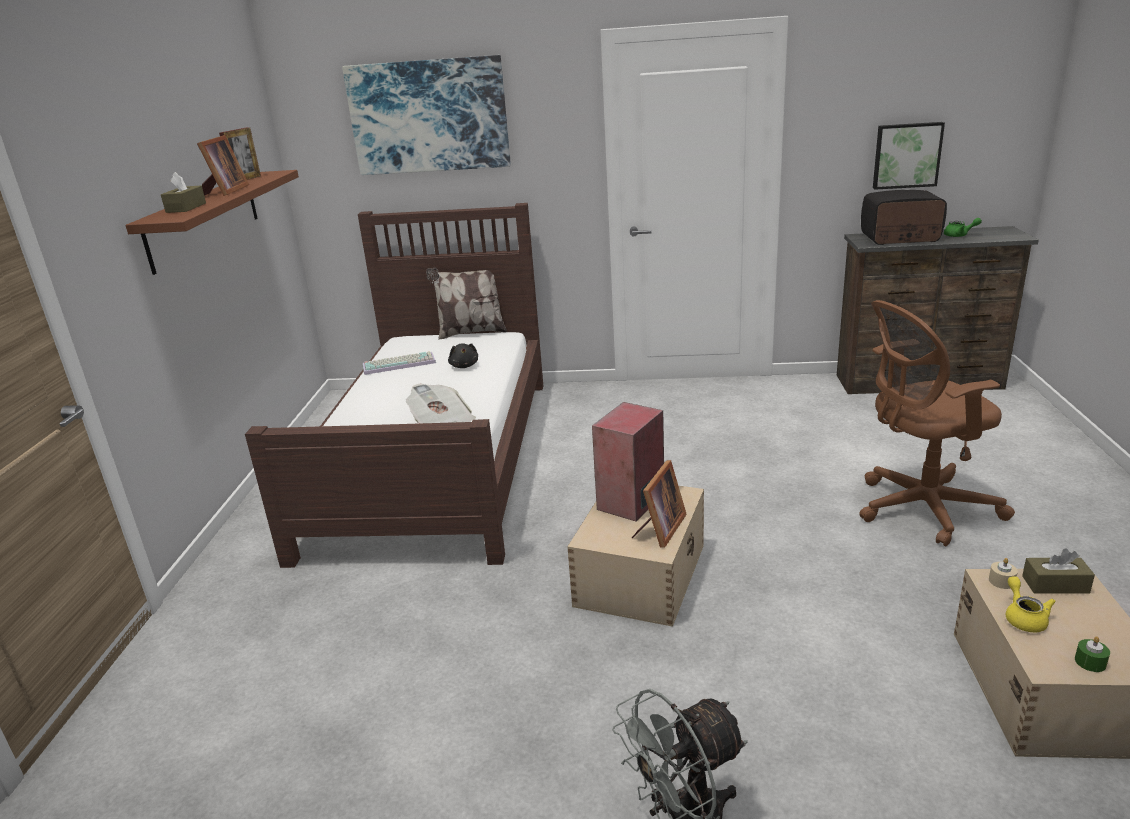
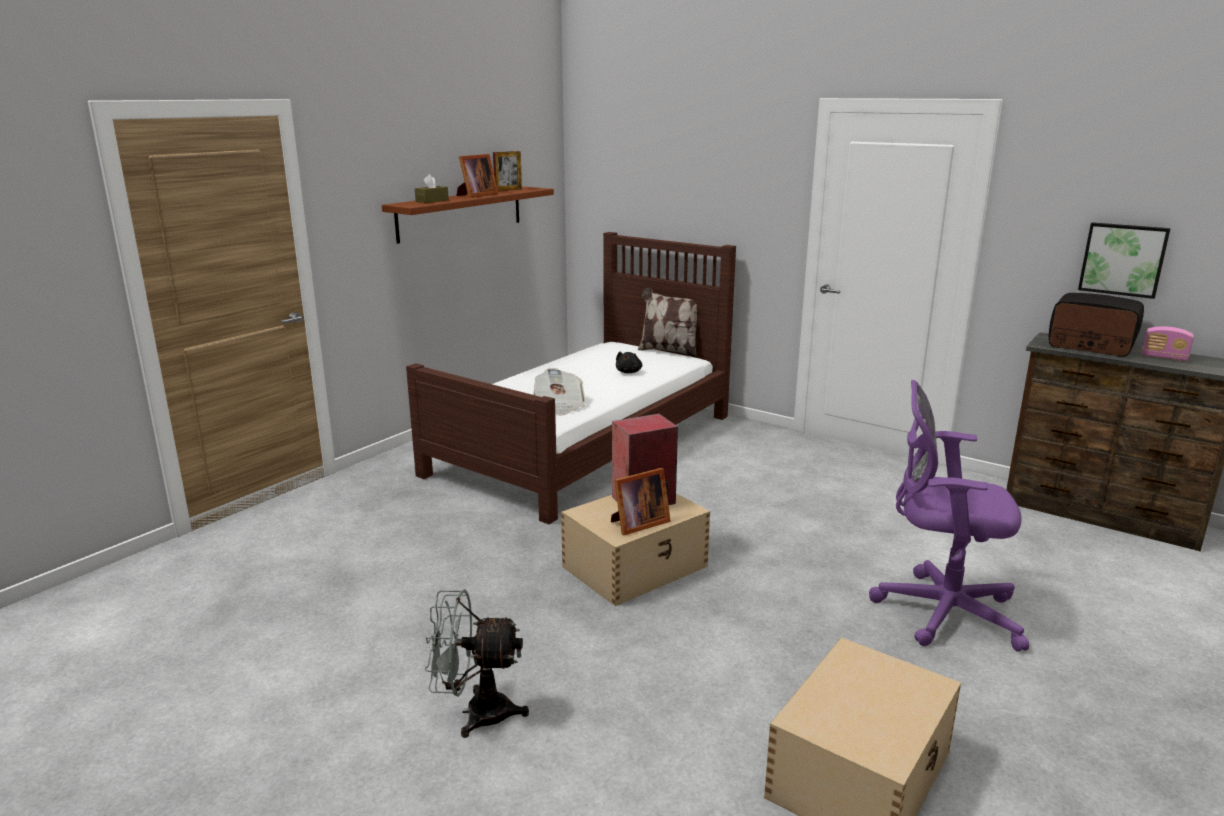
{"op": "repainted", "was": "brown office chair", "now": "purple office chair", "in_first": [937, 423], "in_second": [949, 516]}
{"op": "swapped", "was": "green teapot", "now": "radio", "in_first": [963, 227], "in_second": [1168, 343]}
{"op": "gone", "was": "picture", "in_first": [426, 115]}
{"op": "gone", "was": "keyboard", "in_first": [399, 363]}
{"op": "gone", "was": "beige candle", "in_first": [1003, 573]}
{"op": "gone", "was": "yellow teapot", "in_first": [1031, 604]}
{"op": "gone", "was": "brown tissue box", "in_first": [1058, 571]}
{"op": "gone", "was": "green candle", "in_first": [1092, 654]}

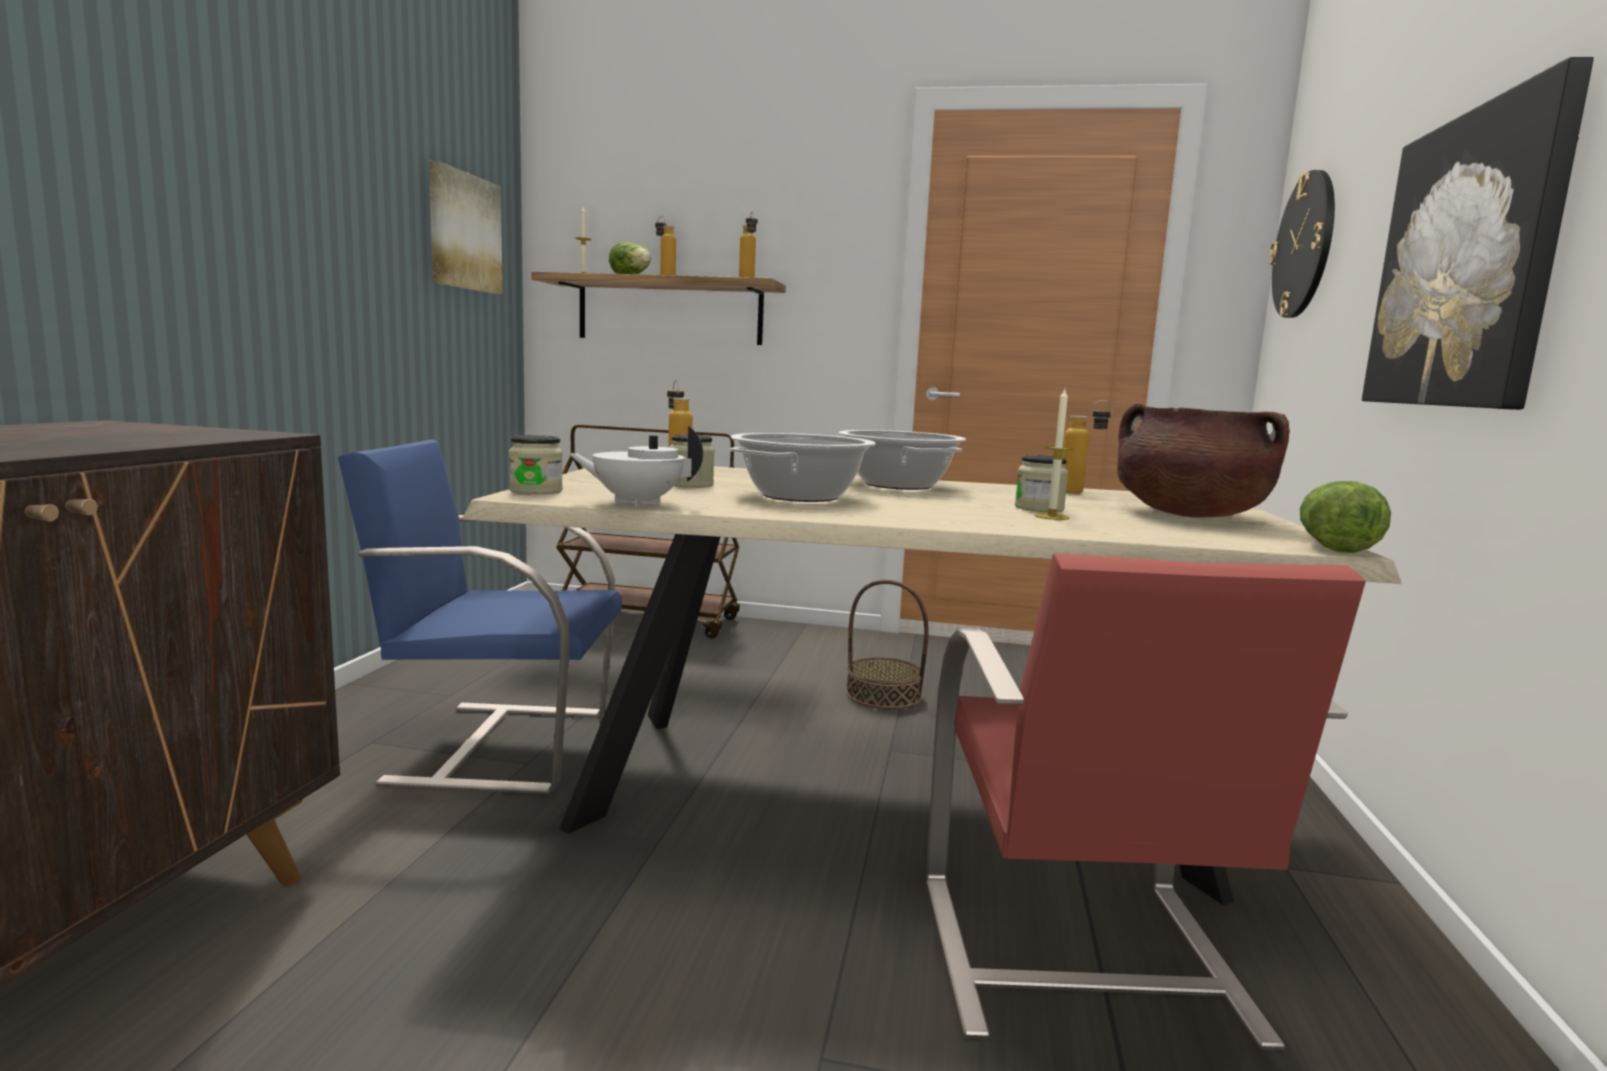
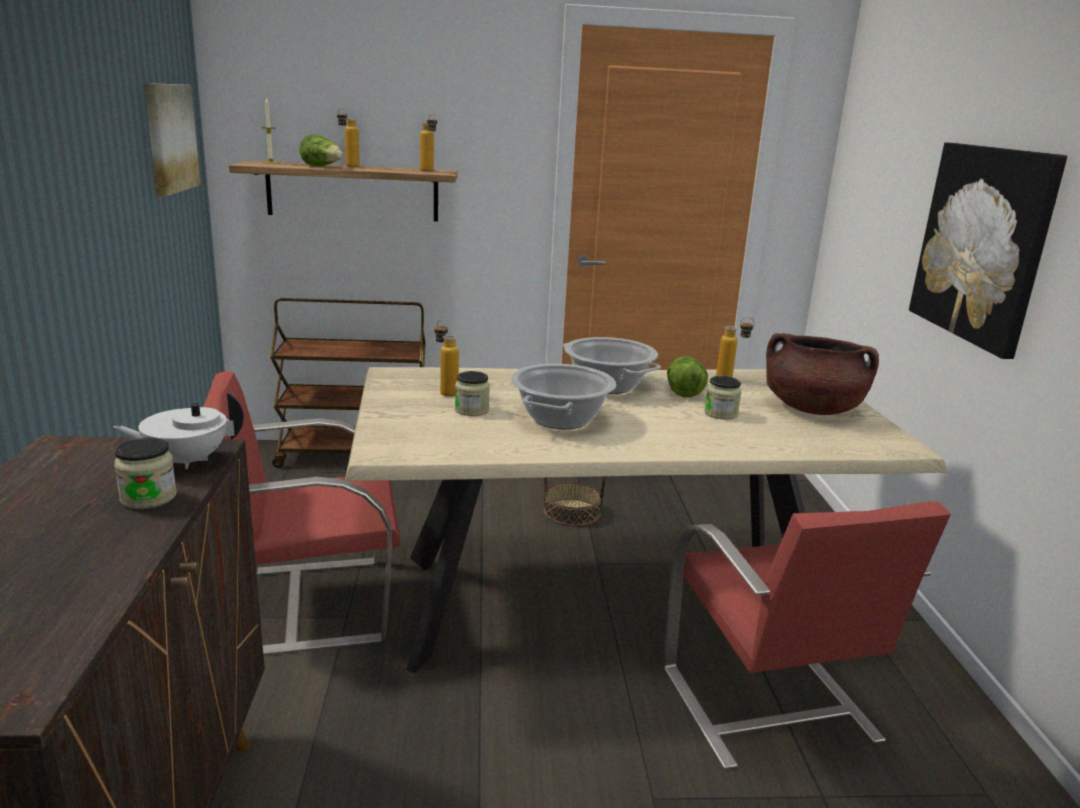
{"op": "shifted", "was": "white teapot", "in_first": [635, 466], "in_second": [178, 430]}
{"op": "shifted", "was": "jar", "in_first": [536, 465], "in_second": [145, 473]}
{"op": "repainted", "was": "blue chair", "now": "red chair", "in_first": [480, 617], "in_second": [301, 513]}
{"op": "shifted", "was": "lettuce", "in_first": [1345, 517], "in_second": [687, 376]}
{"op": "gone", "was": "candle", "in_first": [1054, 454]}
{"op": "gone", "was": "wall clock", "in_first": [1301, 244]}

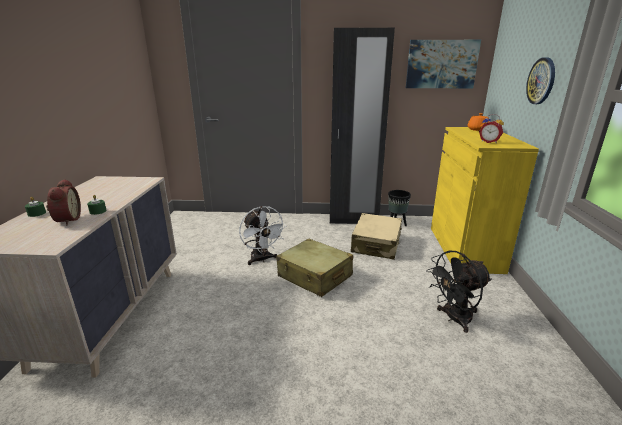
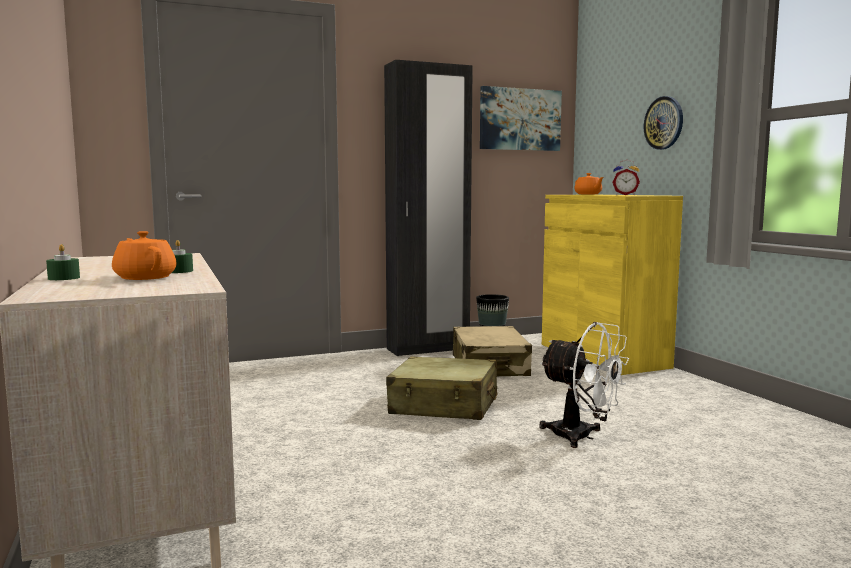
{"op": "swapped", "was": "alarm clock", "now": "orange teapot", "in_first": [63, 202], "in_second": [144, 255]}
{"op": "shifted", "was": "white fan", "in_first": [262, 235], "in_second": [584, 385]}
{"op": "gone", "was": "black fan", "in_first": [459, 292]}

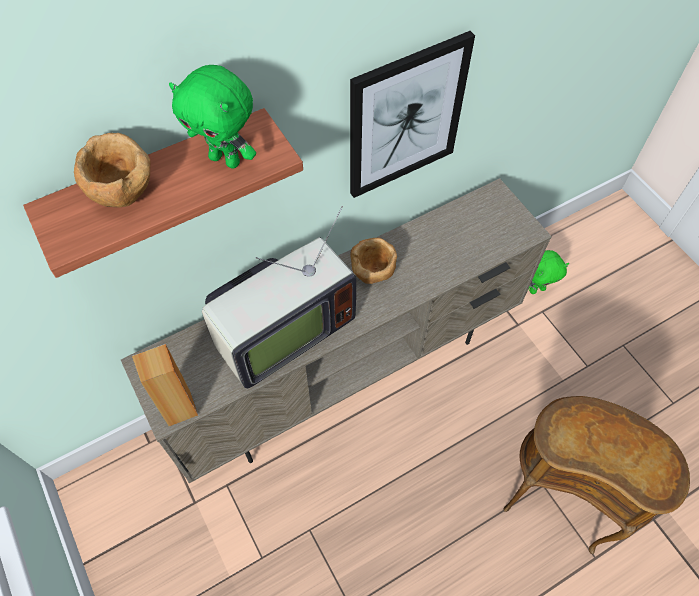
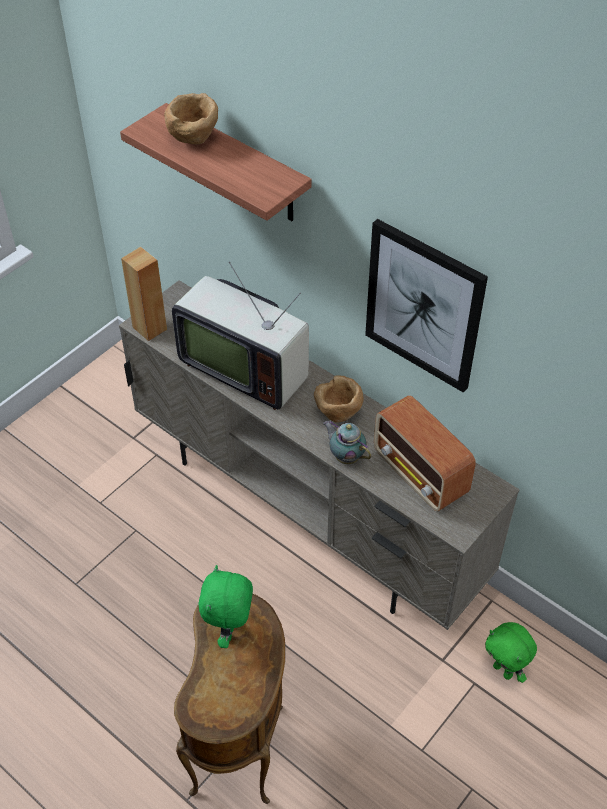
{"op": "shifted", "was": "green plush toy", "in_first": [212, 117], "in_second": [225, 606]}
{"op": "new", "now": "teapot", "in_second": [347, 442]}
{"op": "new", "now": "radio", "in_second": [424, 453]}

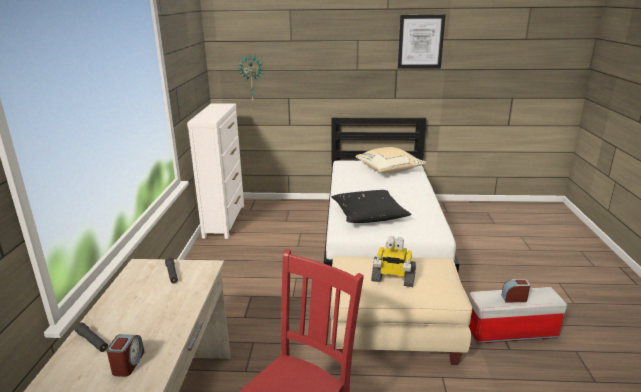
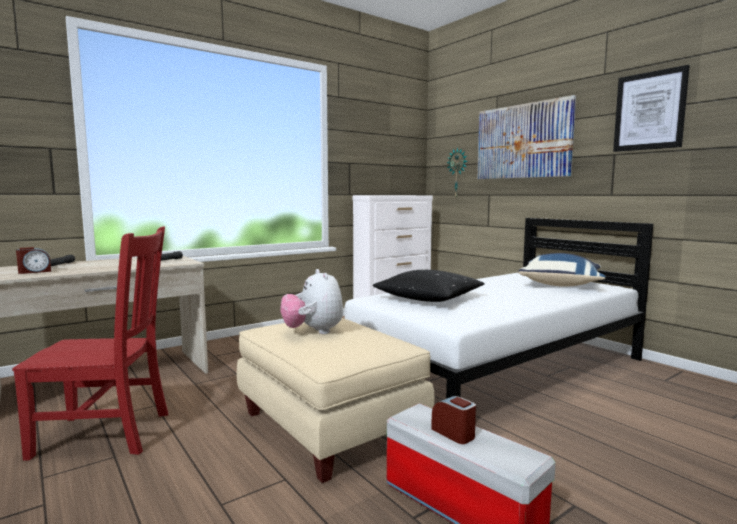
{"op": "swapped", "was": "toy robot", "now": "plush toy", "in_first": [393, 261], "in_second": [311, 301]}
{"op": "new", "now": "picture", "in_second": [526, 137]}
{"op": "repainted", "was": "beige pillow", "now": "blue pillow", "in_first": [390, 160], "in_second": [562, 270]}

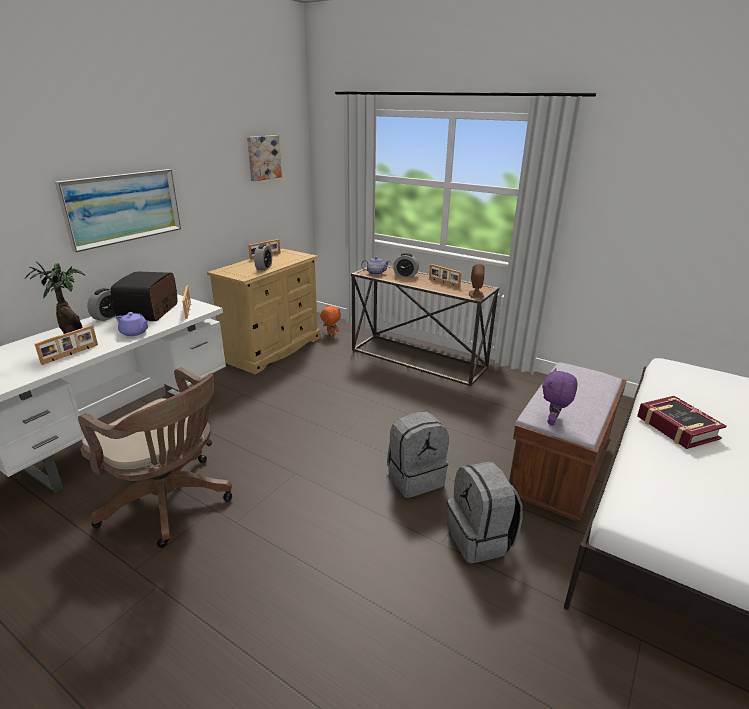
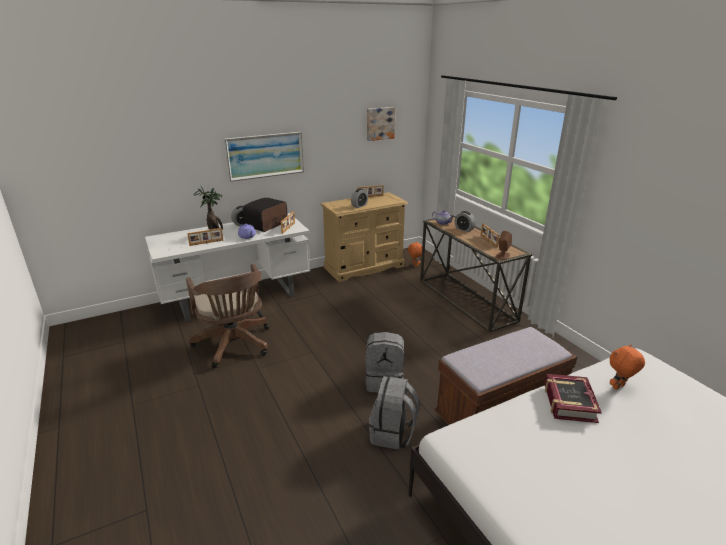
{"op": "new", "now": "orange plush toy", "in_second": [627, 367]}
{"op": "gone", "was": "purple plush toy", "in_first": [559, 396]}

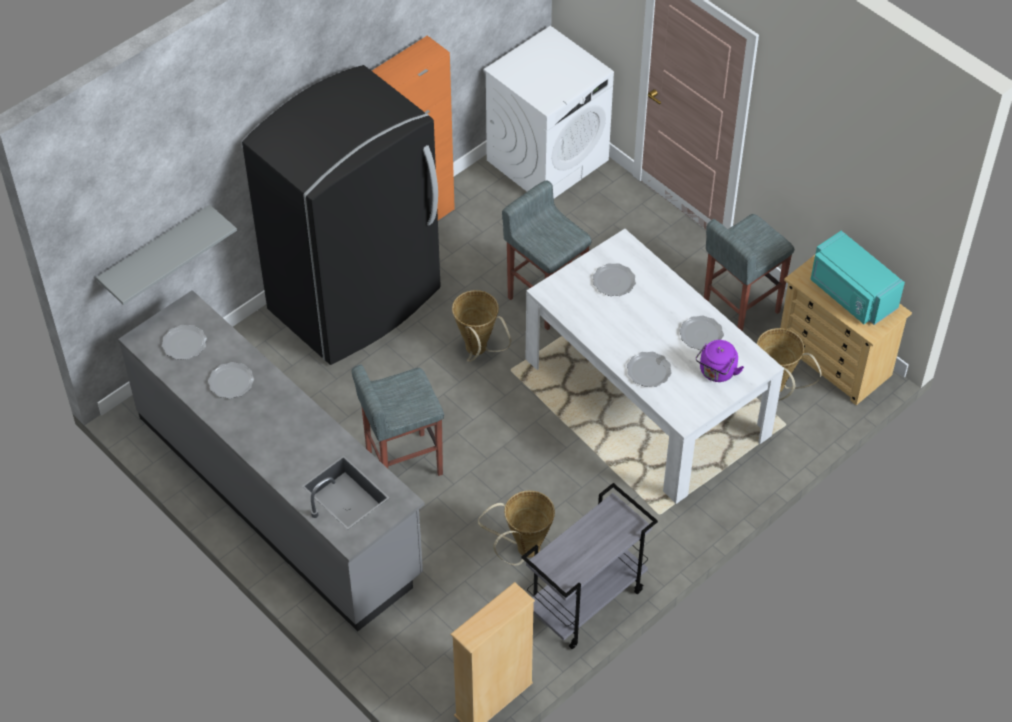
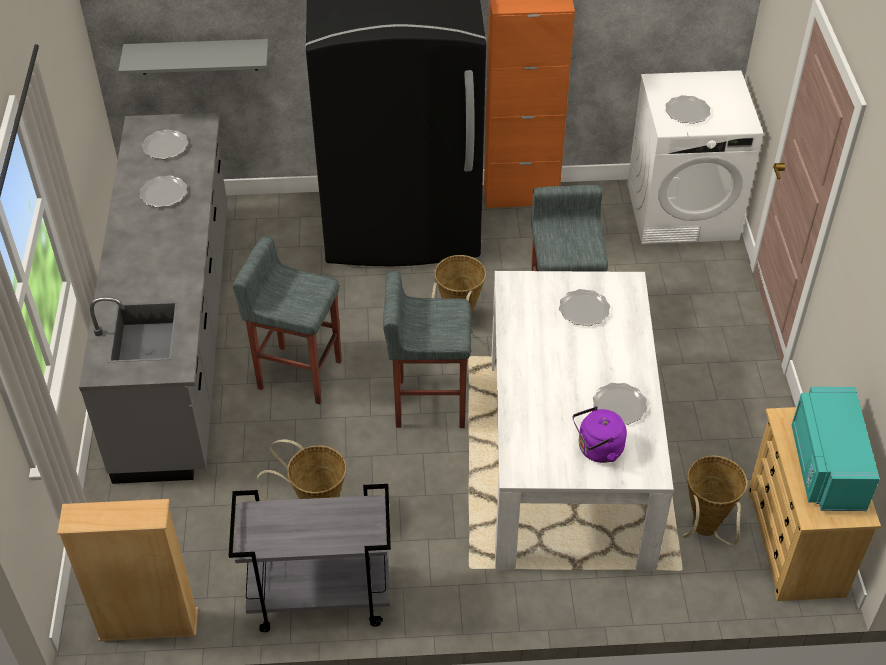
{"op": "shifted", "was": "grey stool", "in_first": [749, 273], "in_second": [427, 349]}
{"op": "shifted", "was": "plate", "in_first": [649, 369], "in_second": [687, 109]}

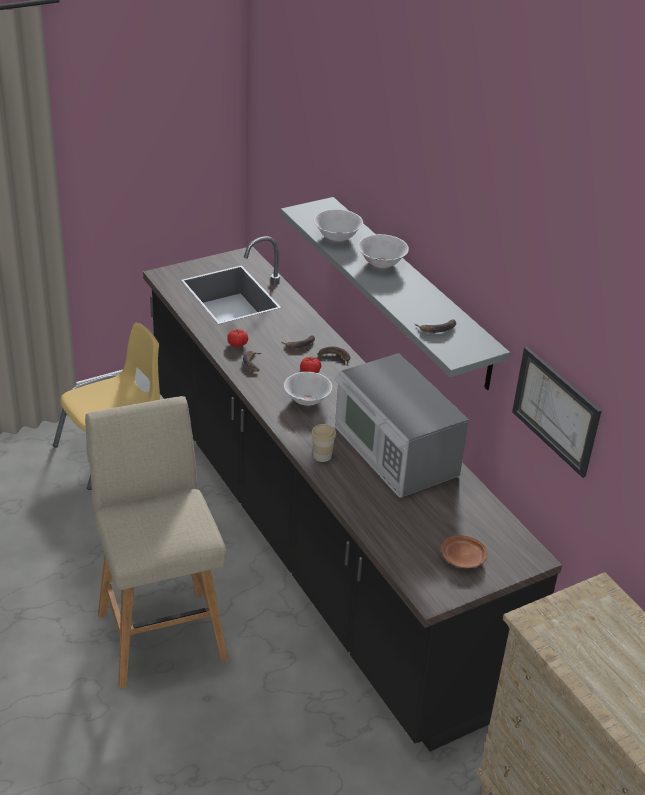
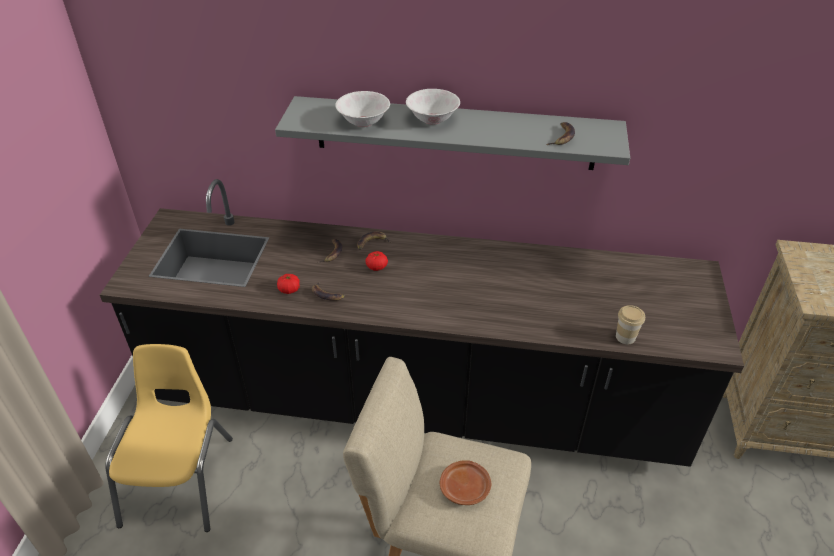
{"op": "shifted", "was": "brown plate", "in_first": [464, 551], "in_second": [465, 482]}
{"op": "shifted", "was": "cup", "in_first": [323, 443], "in_second": [630, 324]}
{"op": "gone", "was": "white bowl", "in_first": [308, 389]}
{"op": "gone", "was": "microwave", "in_first": [401, 425]}
{"op": "gone", "was": "picture", "in_first": [556, 412]}

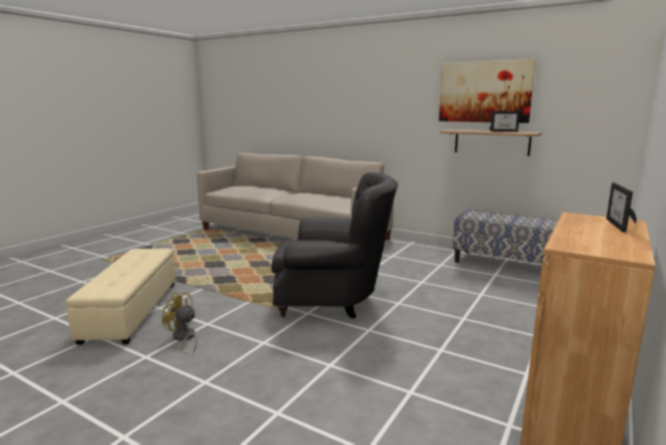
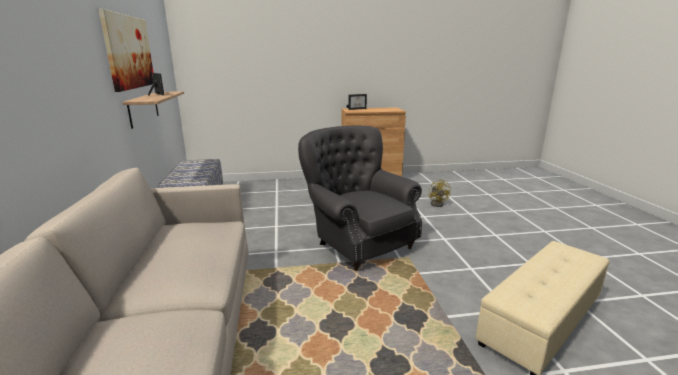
{"op": "shifted", "was": "yellow fan", "in_first": [179, 323], "in_second": [439, 193]}

